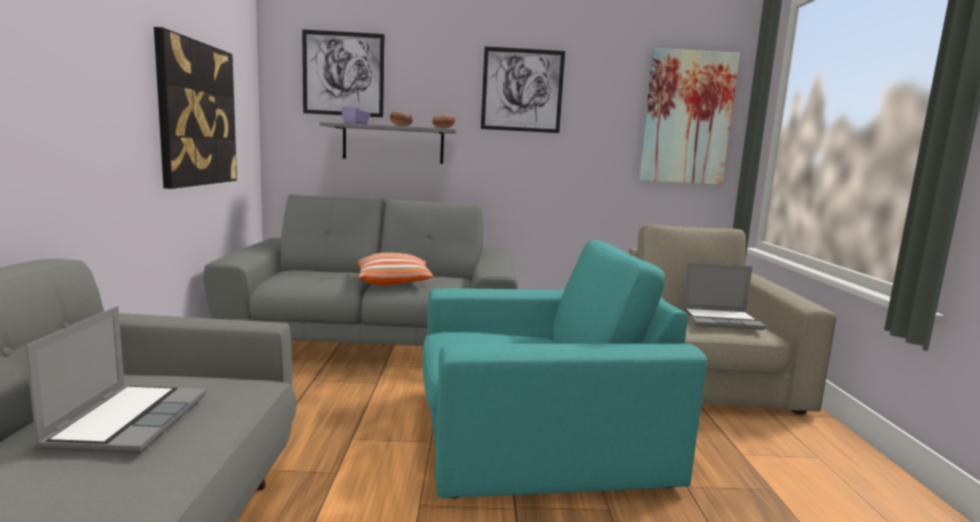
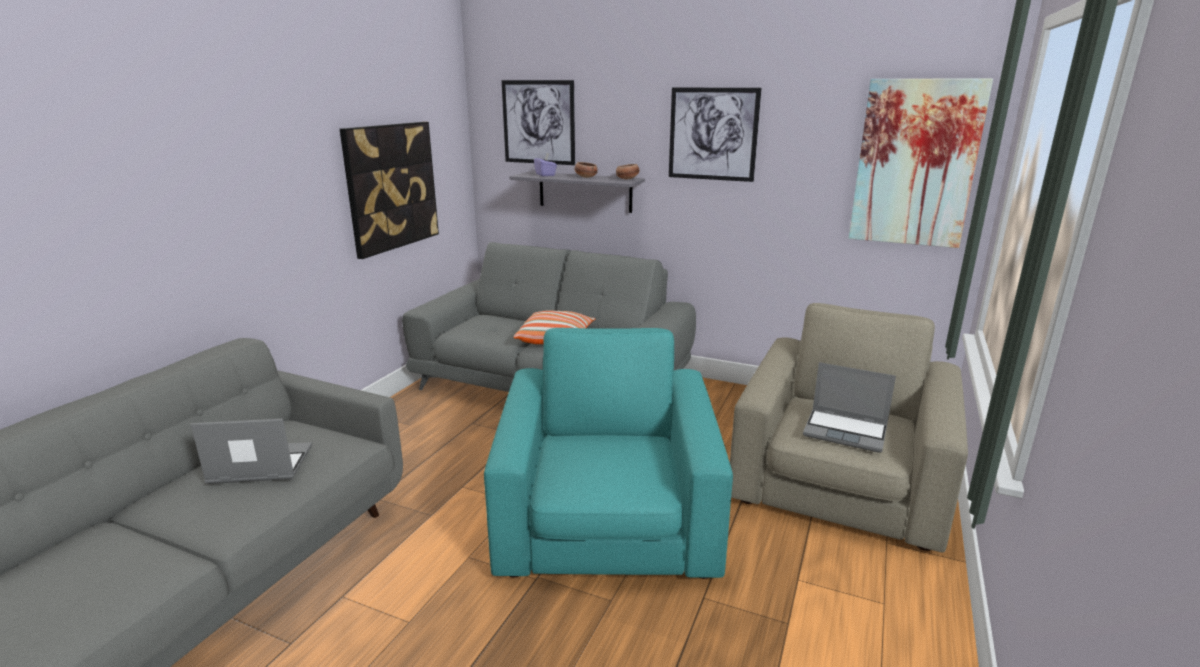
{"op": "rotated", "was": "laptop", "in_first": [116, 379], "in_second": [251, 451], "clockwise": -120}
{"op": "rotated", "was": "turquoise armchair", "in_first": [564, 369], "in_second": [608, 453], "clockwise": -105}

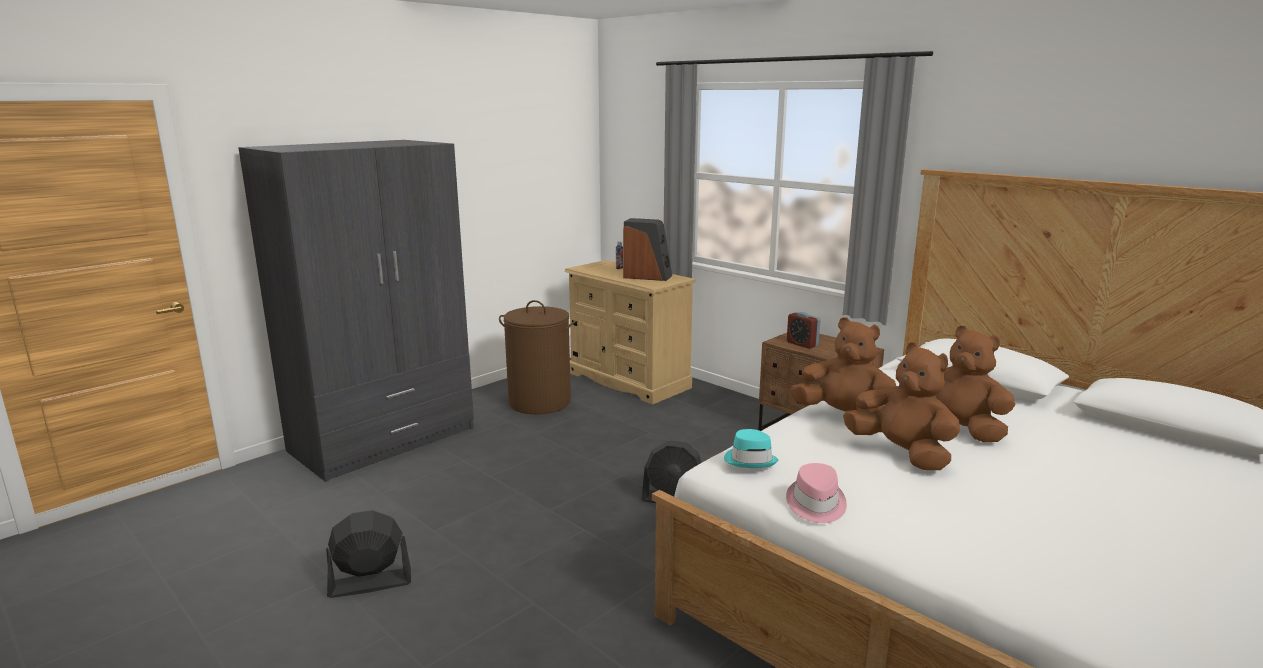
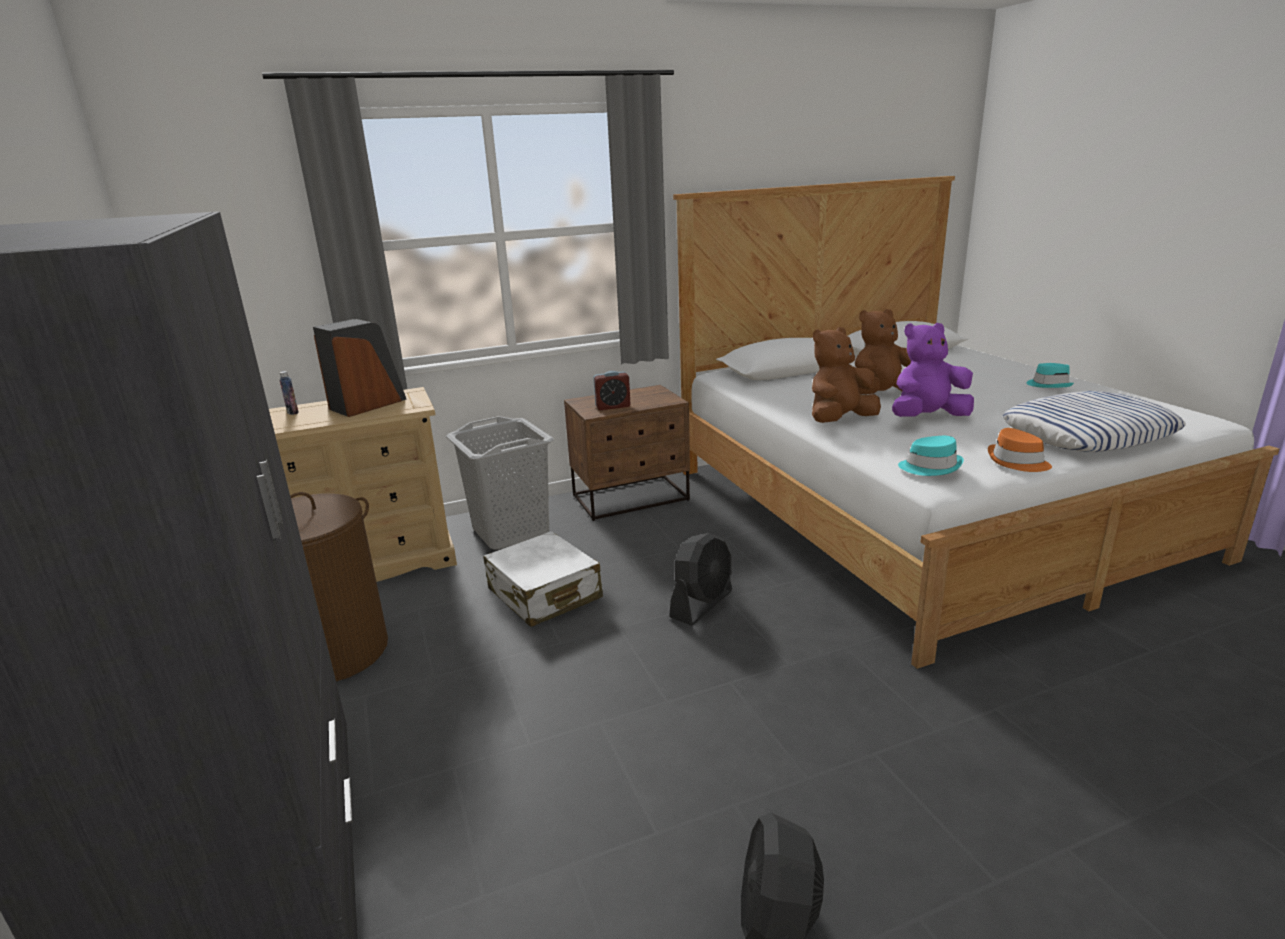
{"op": "new", "now": "grey laundry basket", "in_second": [500, 483]}
{"op": "new", "now": "white suitcase", "in_second": [543, 579]}
{"op": "repainted", "was": "brown plush toy", "now": "purple plush toy", "in_first": [901, 406], "in_second": [933, 370]}
{"op": "repainted", "was": "pink hat", "now": "orange hat", "in_first": [816, 493], "in_second": [1020, 450]}
{"op": "new", "now": "pillow", "in_second": [1094, 421]}
{"op": "new", "now": "turquoise hat", "in_second": [1050, 375]}

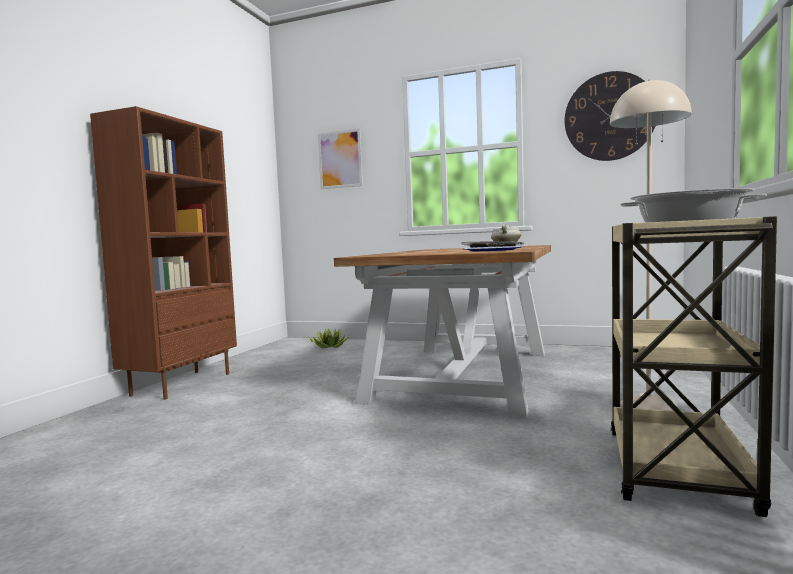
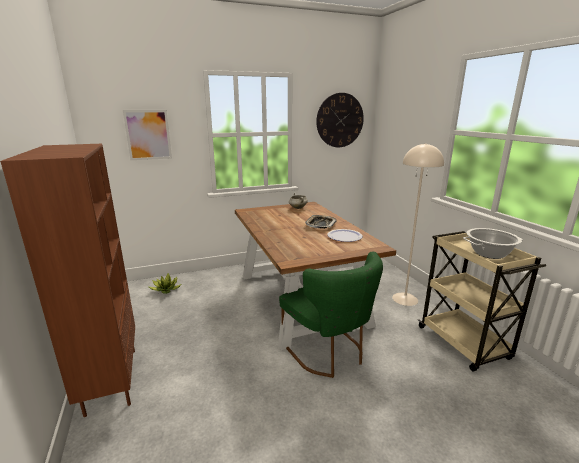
{"op": "new", "now": "green chair", "in_second": [331, 315]}

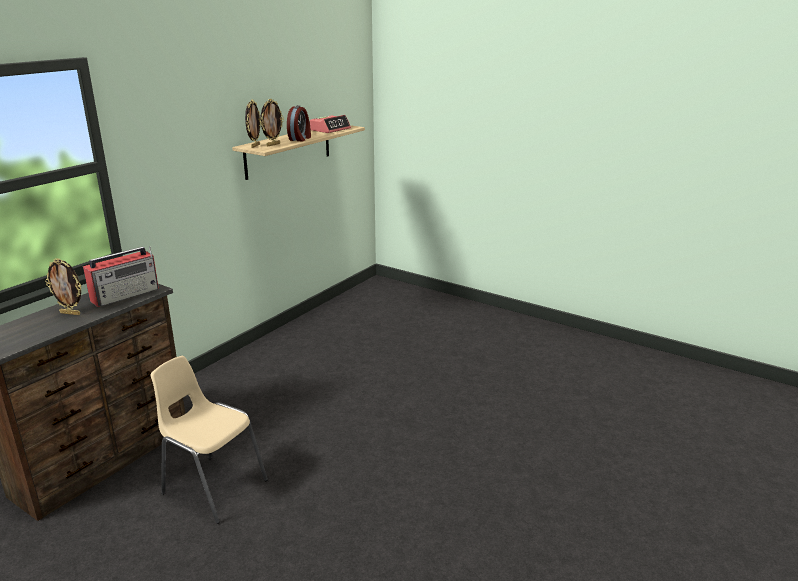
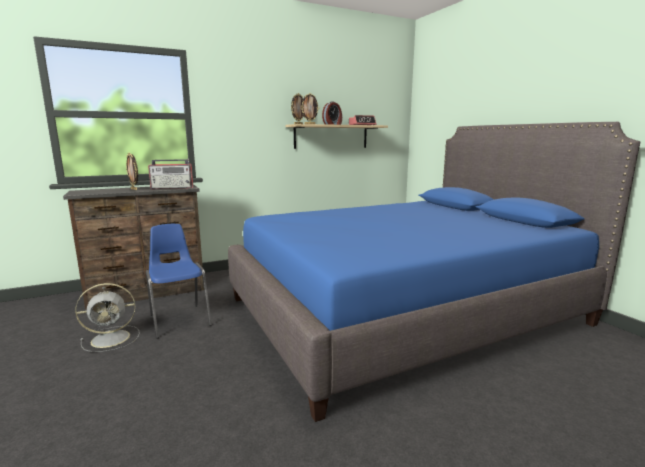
{"op": "new", "now": "grey fan", "in_second": [107, 317]}
{"op": "repainted", "was": "beige chair", "now": "blue chair", "in_first": [209, 440], "in_second": [179, 281]}
{"op": "new", "now": "blue bed", "in_second": [434, 272]}

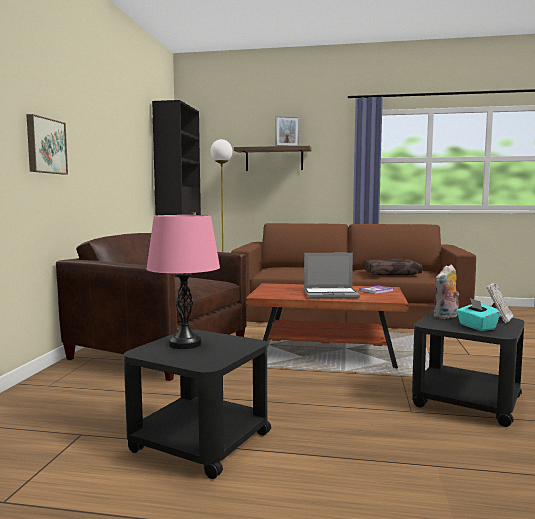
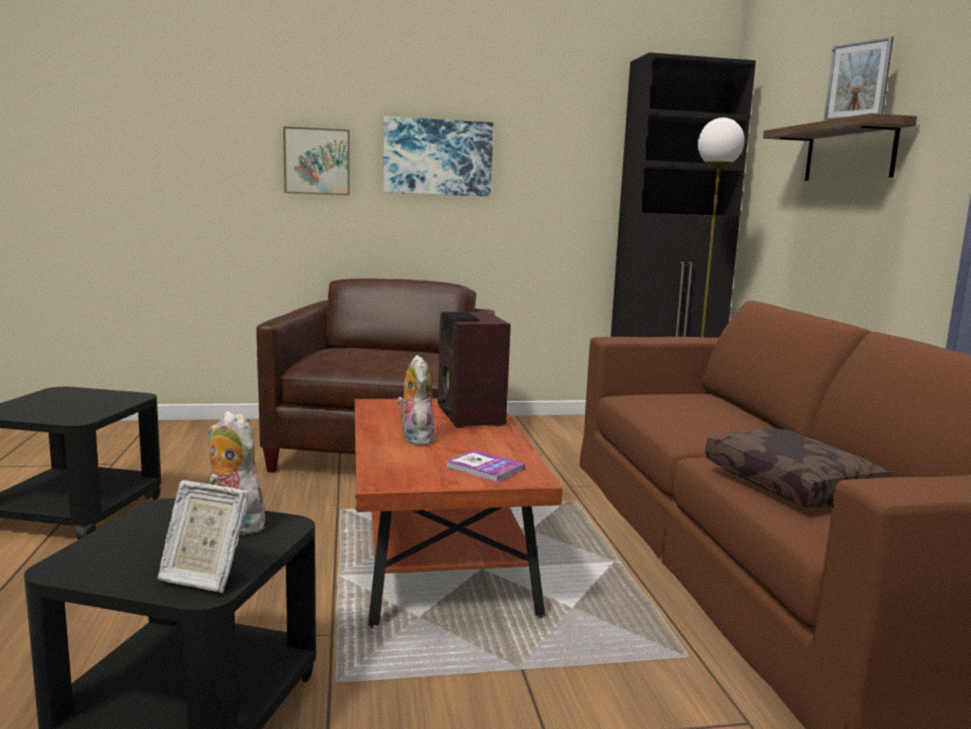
{"op": "new", "now": "picture", "in_second": [438, 156]}
{"op": "swapped", "was": "laptop", "now": "plush toy", "in_first": [332, 276], "in_second": [416, 400]}
{"op": "new", "now": "radio", "in_second": [474, 370]}
{"op": "gone", "was": "pink table lamp", "in_first": [183, 282]}
{"op": "gone", "was": "turquoise tissue box", "in_first": [478, 314]}

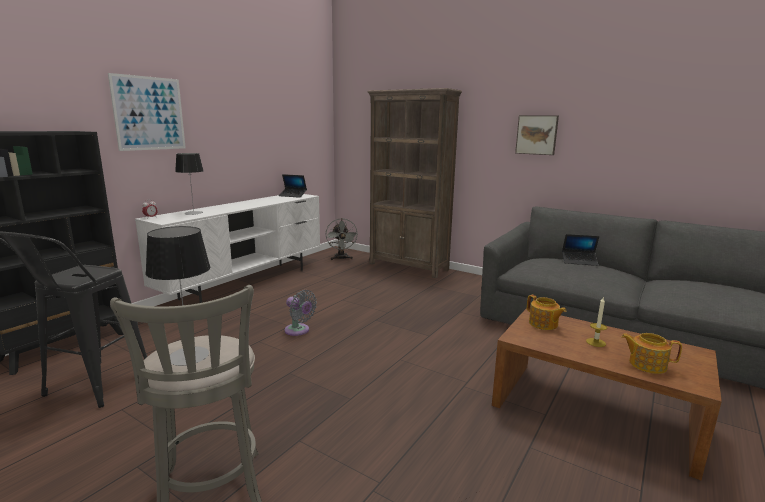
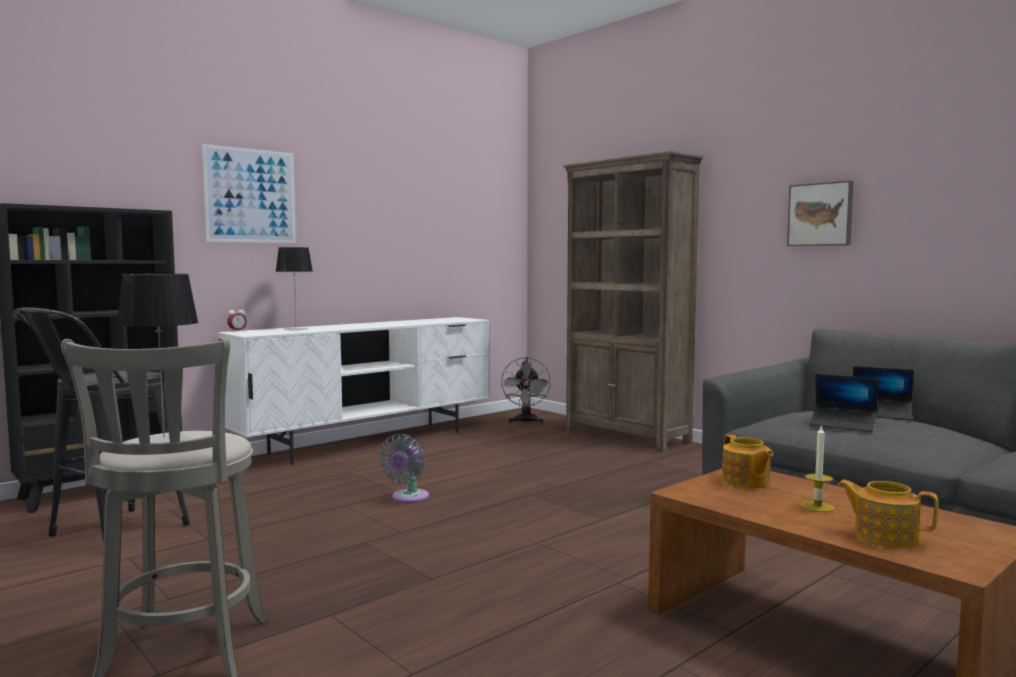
{"op": "rotated", "was": "grey fan", "in_first": [301, 313], "in_second": [404, 468], "clockwise": 60}
{"op": "shifted", "was": "laptop", "in_first": [293, 186], "in_second": [844, 403]}

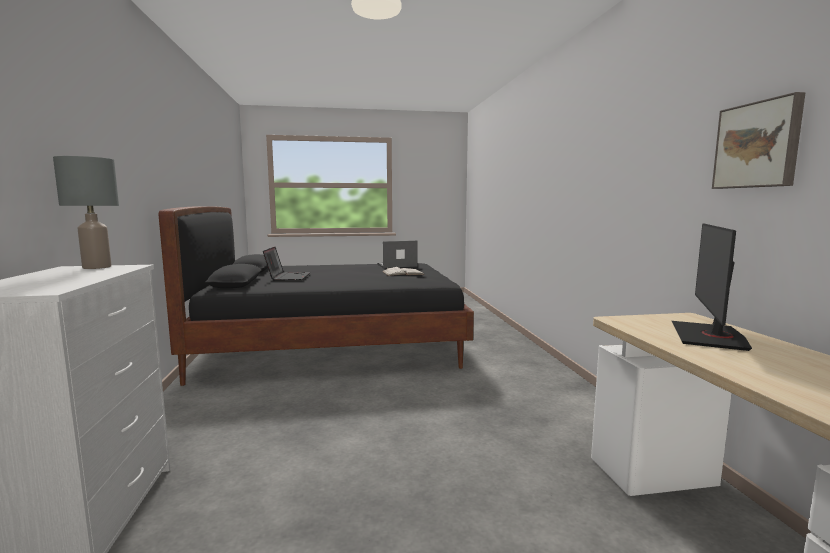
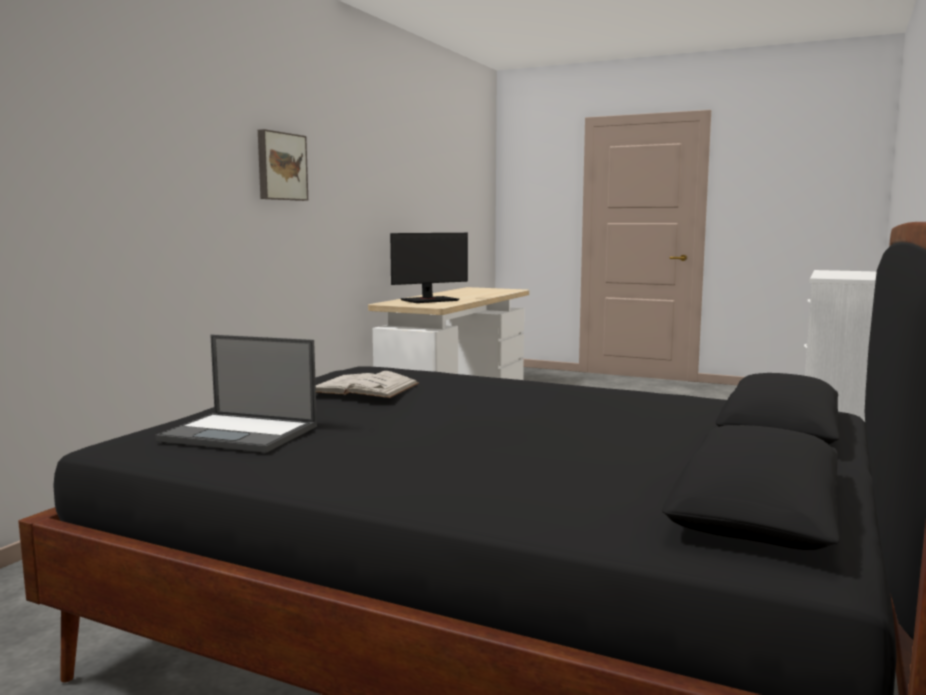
{"op": "shifted", "was": "picture", "in_first": [759, 140], "in_second": [283, 165]}
{"op": "gone", "was": "grey table lamp", "in_first": [86, 212]}
{"op": "gone", "was": "laptop", "in_first": [286, 264]}

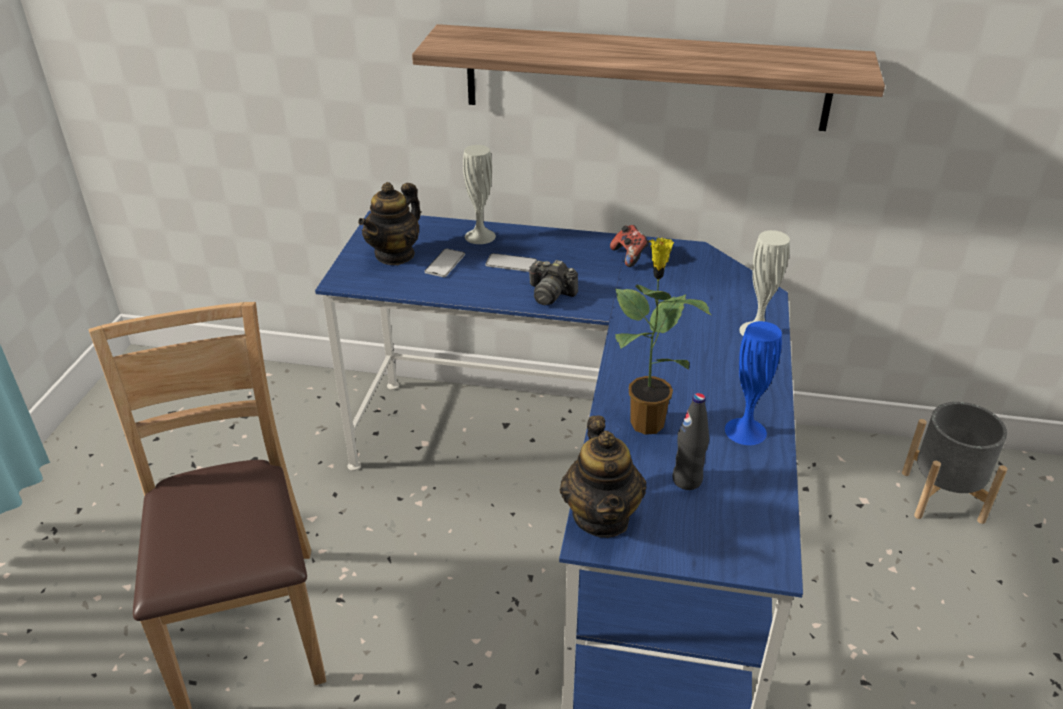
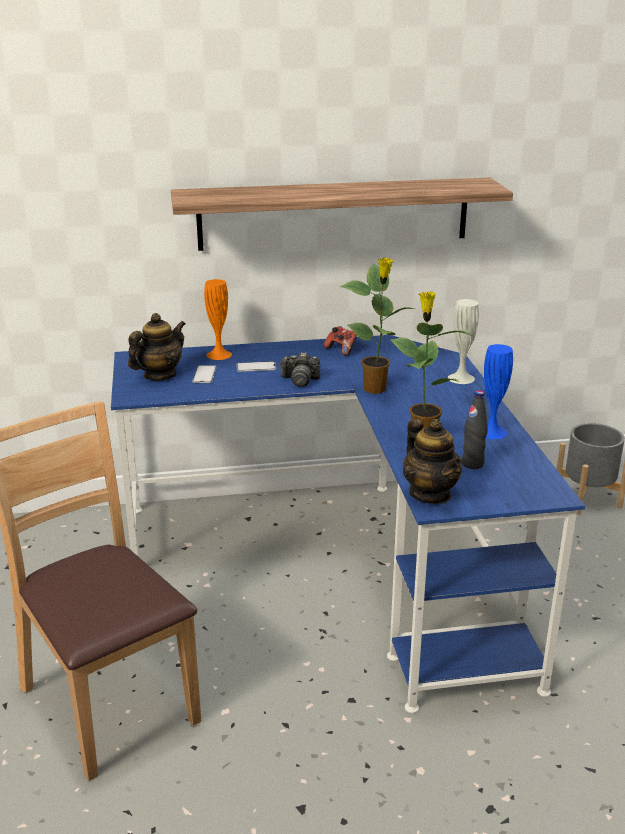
{"op": "rotated", "was": "teapot", "in_first": [389, 223], "in_second": [156, 347], "clockwise": -150}
{"op": "repainted", "was": "white vase", "now": "orange vase", "in_first": [479, 194], "in_second": [218, 319]}
{"op": "new", "now": "potted plant", "in_second": [377, 326]}

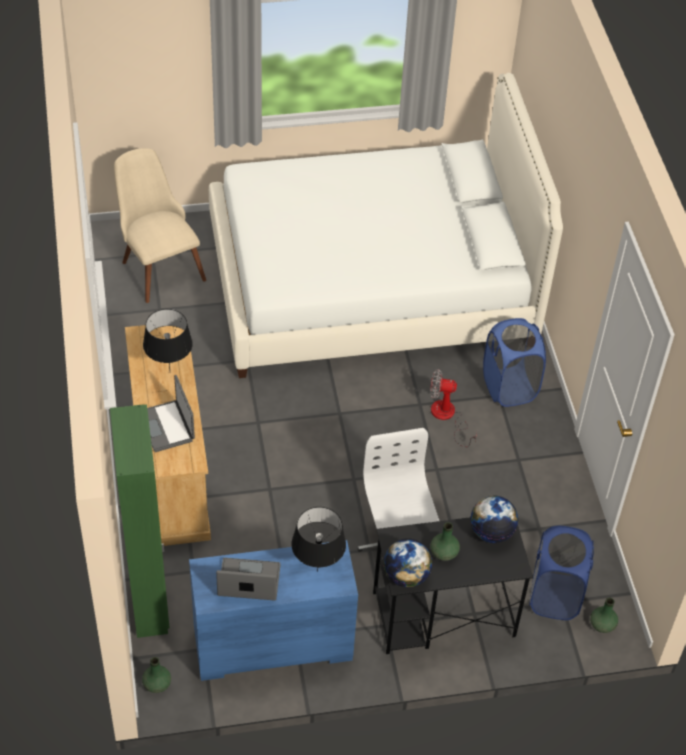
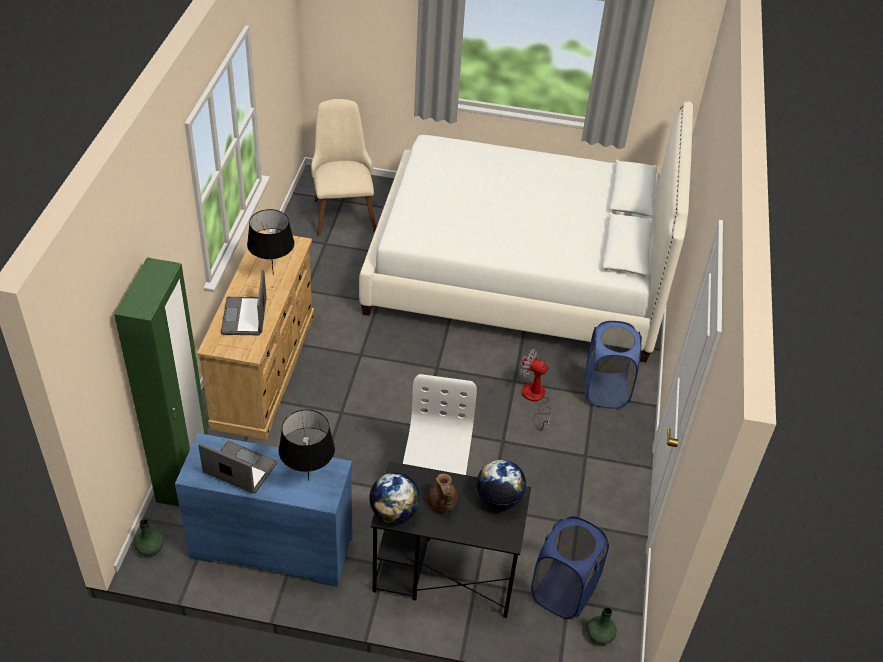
{"op": "swapped", "was": "green vase", "now": "brown teapot", "in_first": [445, 541], "in_second": [442, 492]}

